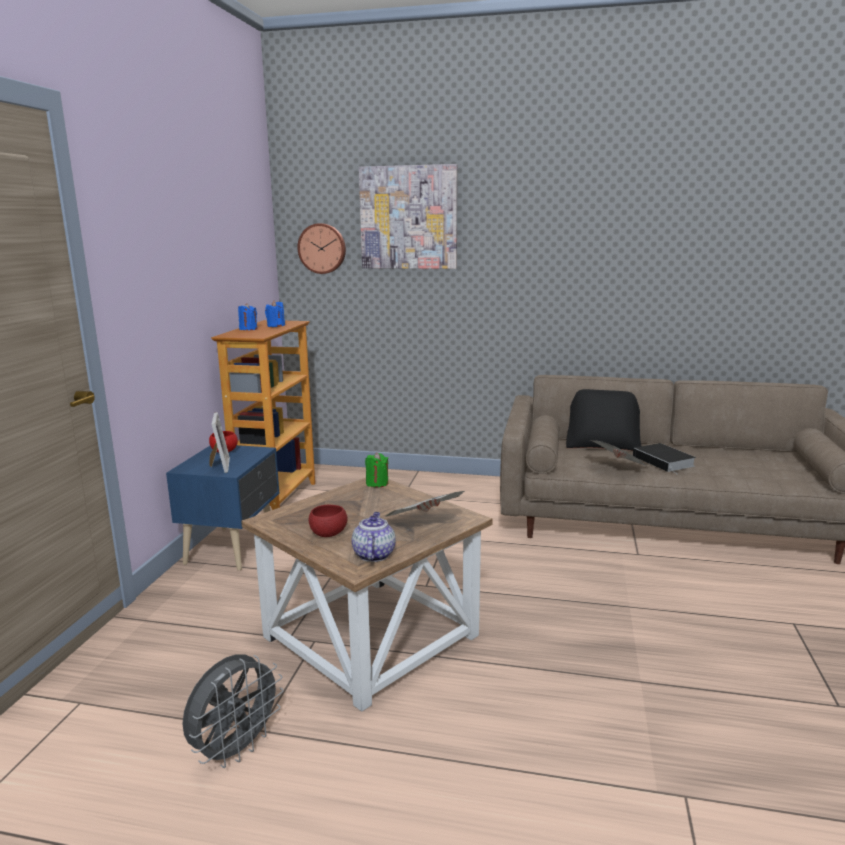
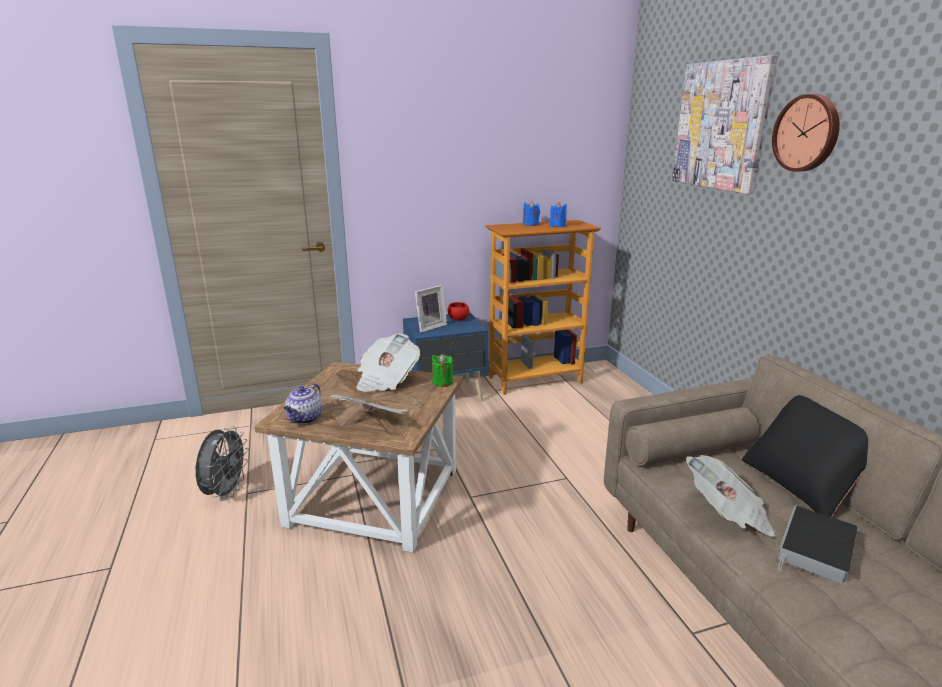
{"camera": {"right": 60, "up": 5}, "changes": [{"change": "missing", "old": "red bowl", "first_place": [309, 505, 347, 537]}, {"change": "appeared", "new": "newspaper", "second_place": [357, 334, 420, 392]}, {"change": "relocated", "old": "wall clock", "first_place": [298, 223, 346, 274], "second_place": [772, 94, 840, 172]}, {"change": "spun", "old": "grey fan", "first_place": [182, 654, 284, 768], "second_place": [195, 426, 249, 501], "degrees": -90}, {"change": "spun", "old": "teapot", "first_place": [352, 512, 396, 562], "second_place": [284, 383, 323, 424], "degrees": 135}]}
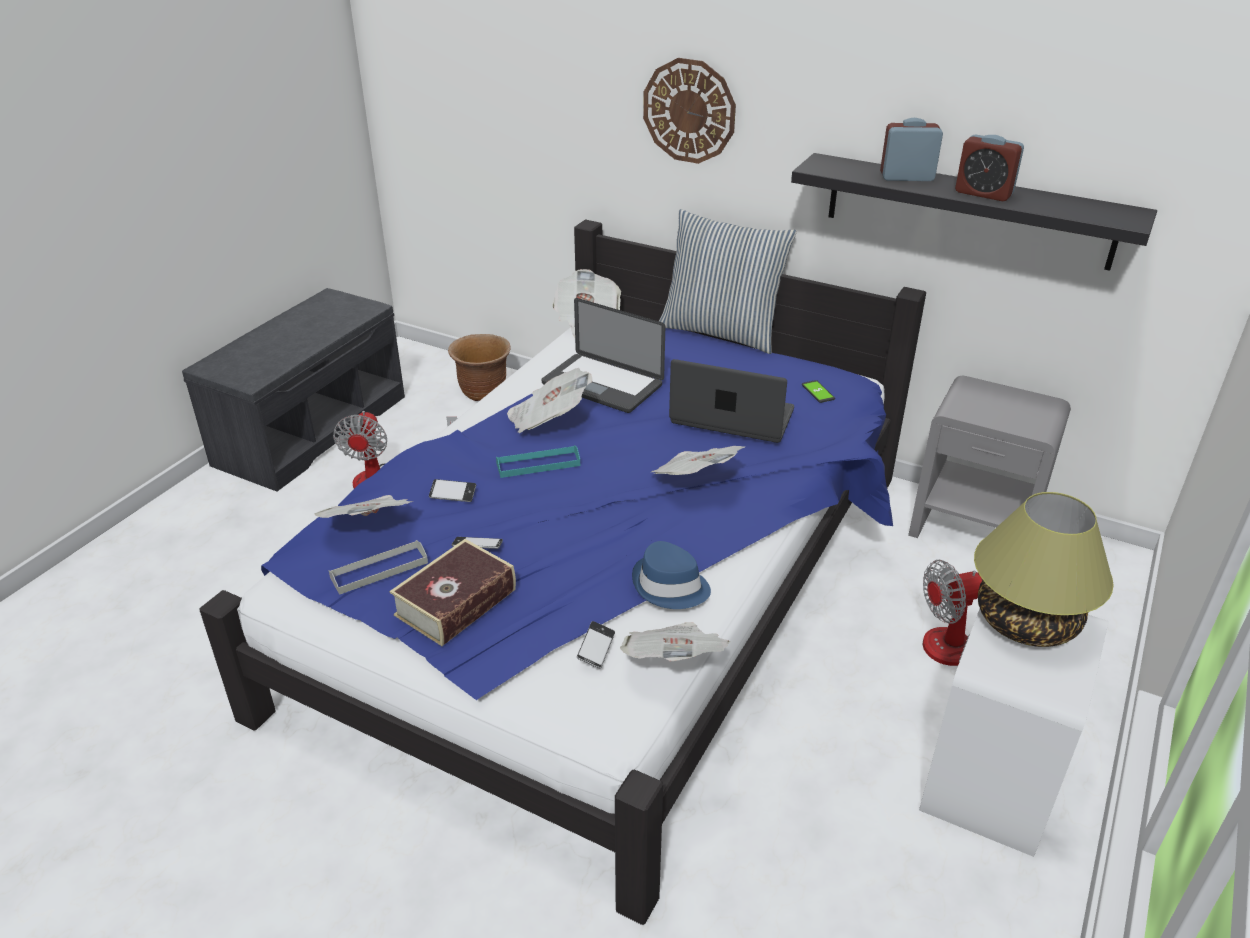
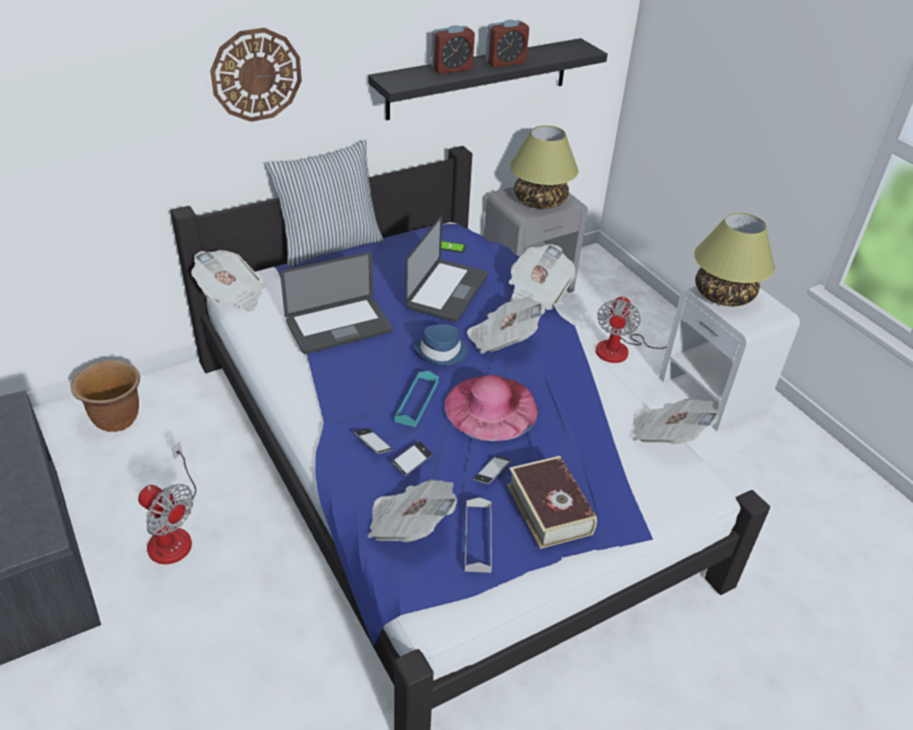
{"camera": {"right": -60, "up": 5}, "changes": [{"change": "appeared", "new": "pink hat", "second_place": [445, 375, 539, 441]}, {"change": "appeared", "new": "table lamp", "second_place": [510, 125, 578, 209]}, {"change": "relocated", "old": "newspaper", "first_place": [507, 368, 592, 433], "second_place": [509, 244, 576, 310]}, {"change": "relocated", "old": "phone", "first_place": [577, 621, 615, 669], "second_place": [354, 428, 392, 454]}, {"change": "relocated", "old": "blue hat", "first_place": [632, 541, 711, 609], "second_place": [415, 324, 468, 366]}, {"change": "spun", "old": "laptop", "first_place": [669, 359, 794, 443], "second_place": [405, 215, 488, 322], "degrees": 150}, {"change": "spun", "old": "alarm clock", "first_place": [880, 118, 943, 181], "second_place": [431, 25, 475, 74], "degrees": -150}]}
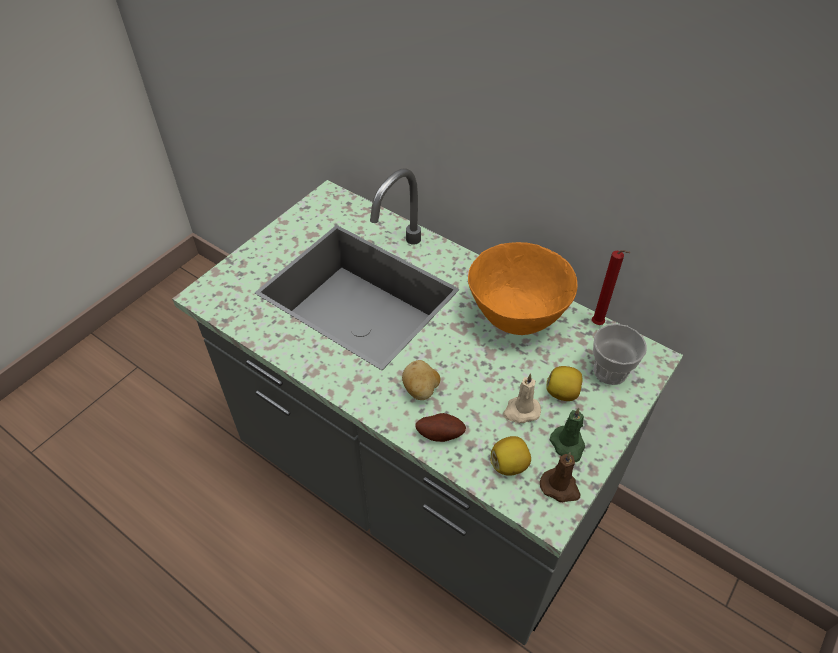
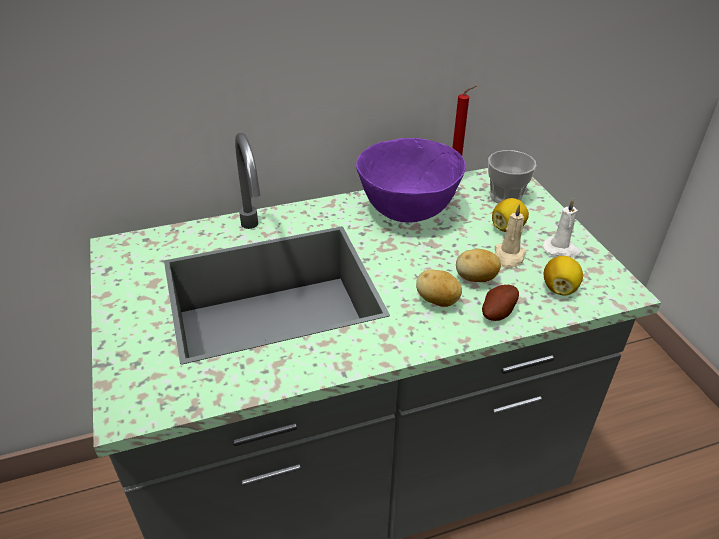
{"camera": {"right": -55, "up": -10}, "changes": [{"change": "missing", "old": "brown candle", "first_place": [540, 452, 580, 502]}, {"change": "appeared", "new": "potato", "second_place": [456, 249, 501, 282]}, {"change": "colour", "old": "orange bowl", "new": "purple bowl", "first_place": [468, 242, 577, 335], "second_place": [356, 138, 466, 222]}, {"change": "colour", "old": "green candle", "new": "white candle", "first_place": [550, 408, 585, 462], "second_place": [543, 198, 581, 257]}]}
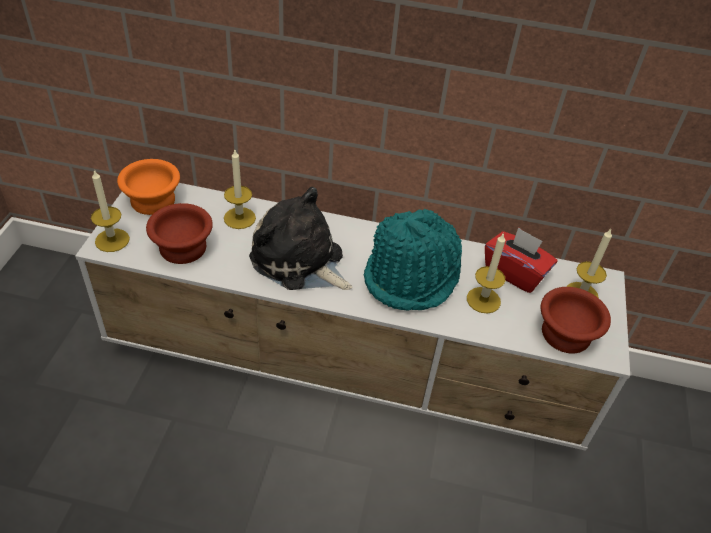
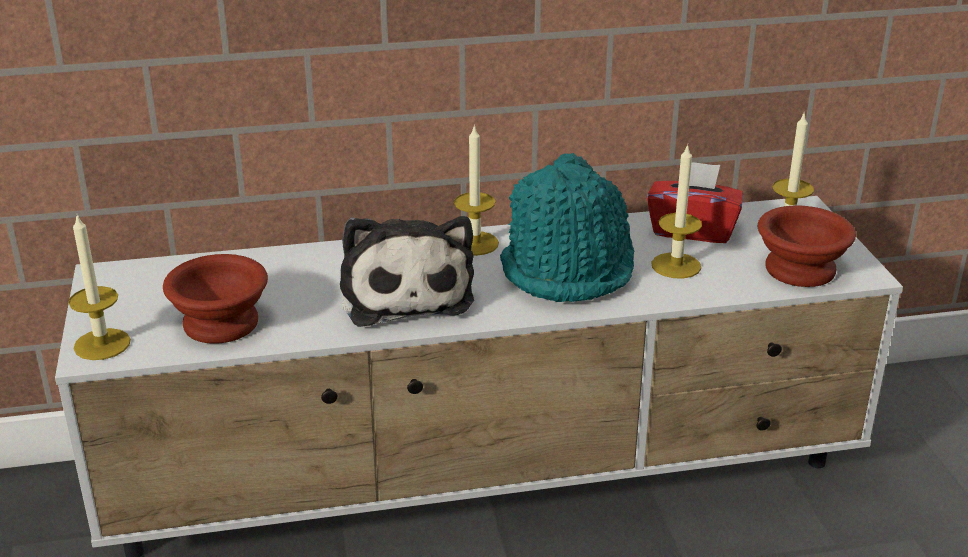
{"camera": {"right": -20, "up": -15}, "changes": [{"change": "missing", "old": "orange bowl", "first_place": [117, 159, 180, 215]}, {"change": "relocated", "old": "candle", "first_place": [224, 150, 256, 229], "second_place": [454, 124, 499, 256]}, {"change": "spun", "old": "plush toy", "first_place": [249, 187, 352, 290], "second_place": [340, 216, 474, 327], "degrees": -120}]}
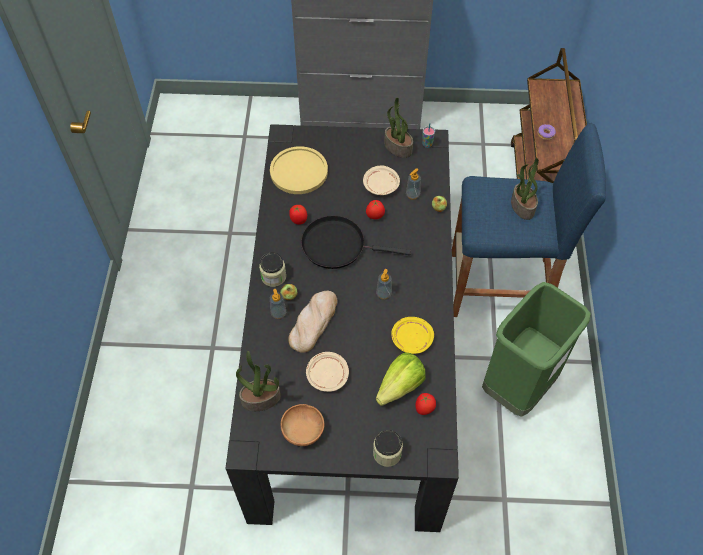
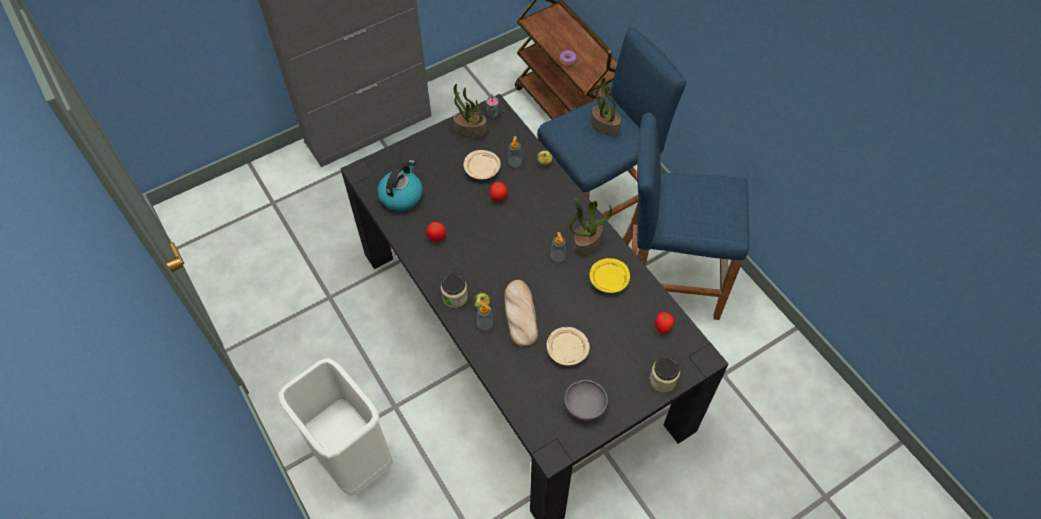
{"camera": {"right": -35, "up": 0}, "changes": [{"change": "missing", "old": "black frying pan", "first_place": [301, 215, 411, 269]}, {"change": "missing", "old": "lettuce", "first_place": [376, 352, 425, 406]}, {"change": "appeared", "new": "white trash can", "second_place": [278, 358, 393, 496]}, {"change": "relocated", "old": "potted plant", "first_place": [236, 351, 281, 411], "second_place": [569, 198, 612, 256]}, {"change": "exchanged", "old": "yellow plate", "new": "kettle", "first_place": [270, 146, 328, 194], "second_place": [377, 160, 423, 211]}, {"change": "exchanged", "old": "green trash can", "new": "blue stool", "first_place": [482, 282, 591, 417], "second_place": [623, 113, 749, 320]}, {"change": "colour", "old": "brown bowl", "new": "grey bowl", "first_place": [281, 404, 324, 446], "second_place": [564, 380, 608, 421]}]}
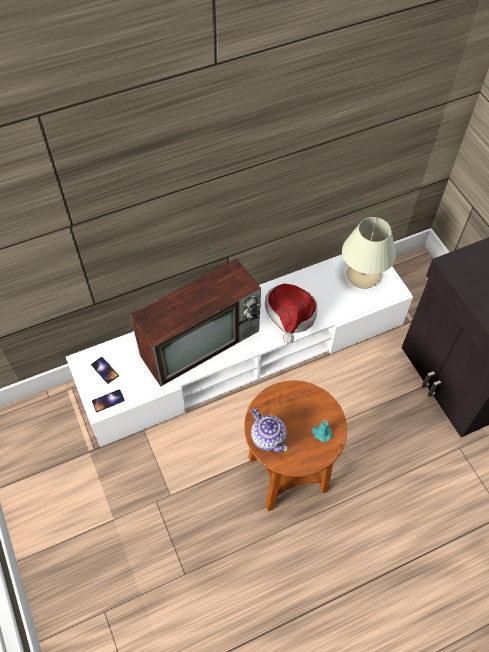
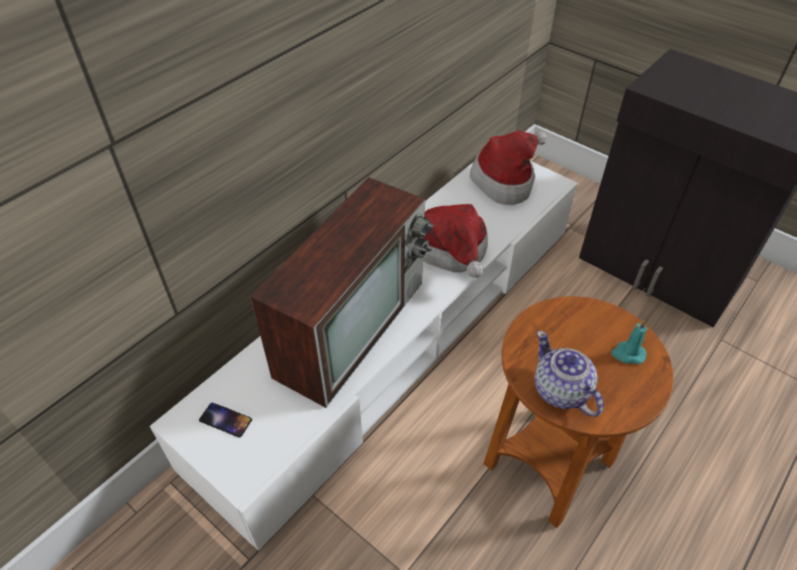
{"camera": {"right": -25, "up": -10}, "changes": [{"change": "missing", "old": "phone", "first_place": [92, 390, 124, 412]}, {"change": "exchanged", "old": "beige table lamp", "new": "hat", "first_place": [342, 217, 396, 289], "second_place": [470, 130, 547, 205]}, {"change": "spun", "old": "teapot", "first_place": [251, 408, 288, 453], "second_place": [534, 331, 604, 417], "degrees": -150}]}
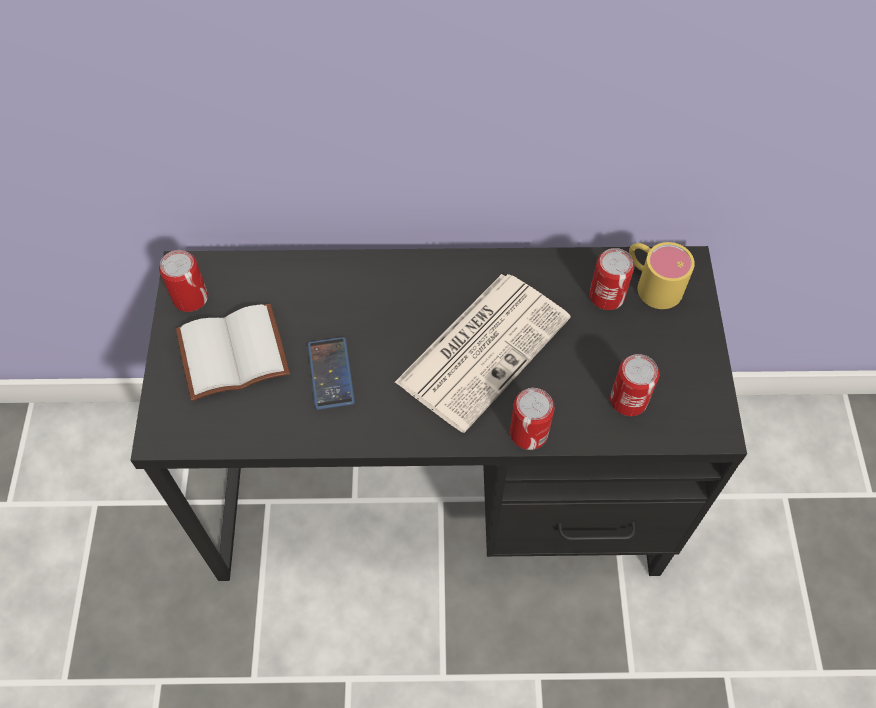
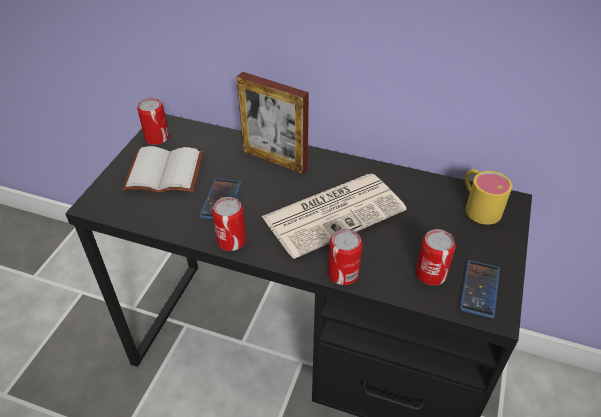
{"camera": {"right": 20, "up": -15}, "changes": [{"change": "appeared", "new": "picture frame", "second_place": [237, 72, 309, 174]}, {"change": "appeared", "new": "phone", "second_place": [460, 260, 500, 319]}, {"change": "relocated", "old": "can", "first_place": [589, 248, 634, 310], "second_place": [212, 197, 246, 251]}]}
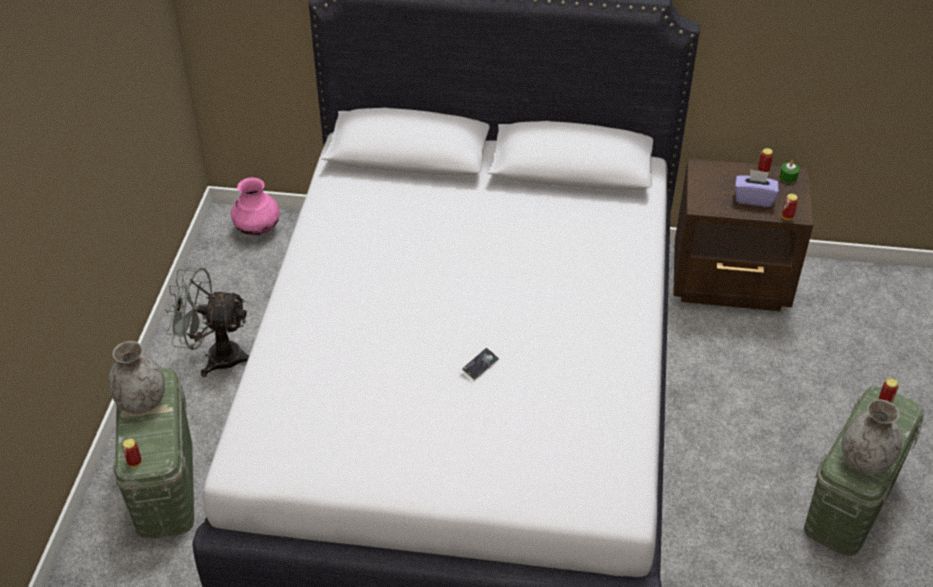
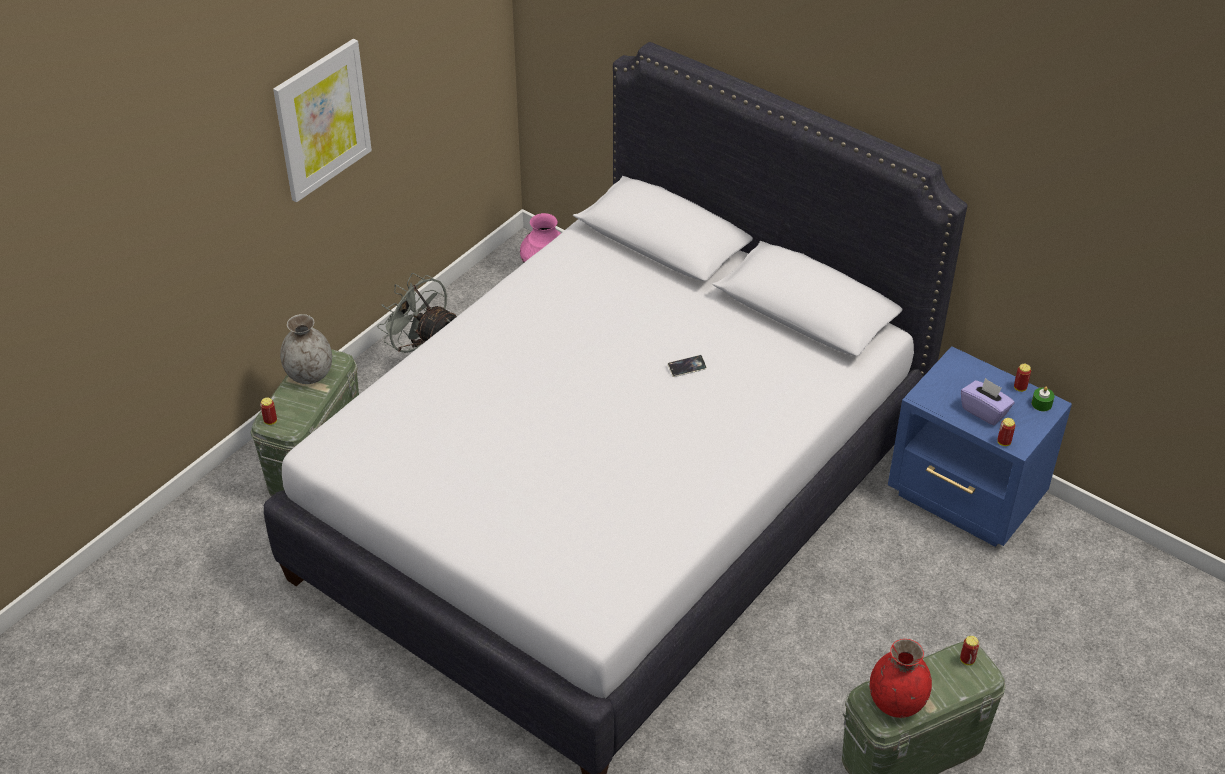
{"camera": {"right": 30, "up": 0}, "changes": [{"change": "appeared", "new": "picture", "second_place": [273, 39, 372, 202]}, {"change": "relocated", "old": "phone", "first_place": [462, 348, 499, 381], "second_place": [668, 355, 707, 377]}, {"change": "colour", "old": "brown nightstand", "new": "blue nightstand", "first_place": [673, 159, 813, 311], "second_place": [888, 346, 1072, 547]}, {"change": "colour", "old": "grey vase", "new": "red vase", "first_place": [842, 400, 902, 474], "second_place": [870, 639, 932, 718]}]}
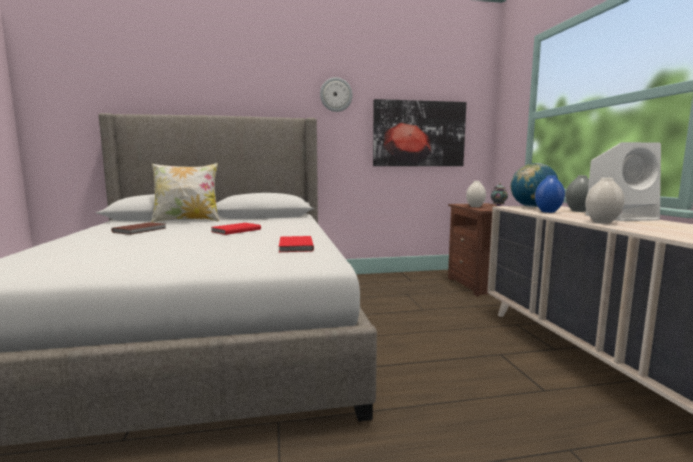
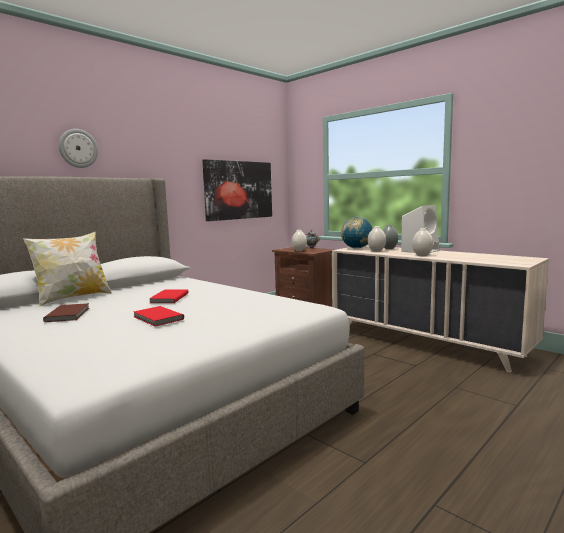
{"camera": {"right": -35, "up": 0}, "changes": [{"change": "relocated", "old": "red book", "first_place": [279, 236, 314, 252], "second_place": [134, 306, 184, 326]}, {"change": "relocated", "old": "wall clock", "first_place": [320, 77, 353, 112], "second_place": [59, 129, 98, 168]}, {"change": "colour", "old": "blue vase", "new": "white vase", "first_place": [535, 175, 565, 213], "second_place": [367, 226, 386, 252]}]}
